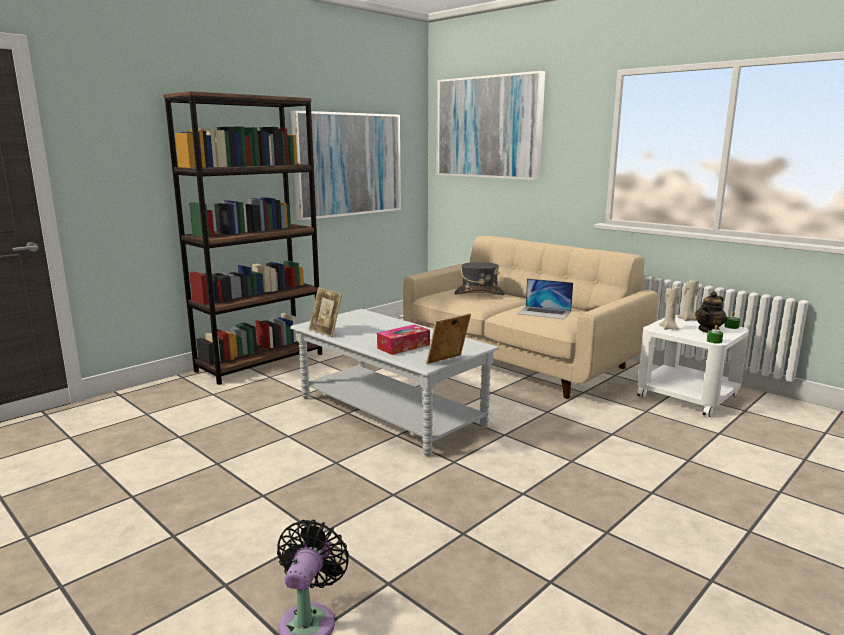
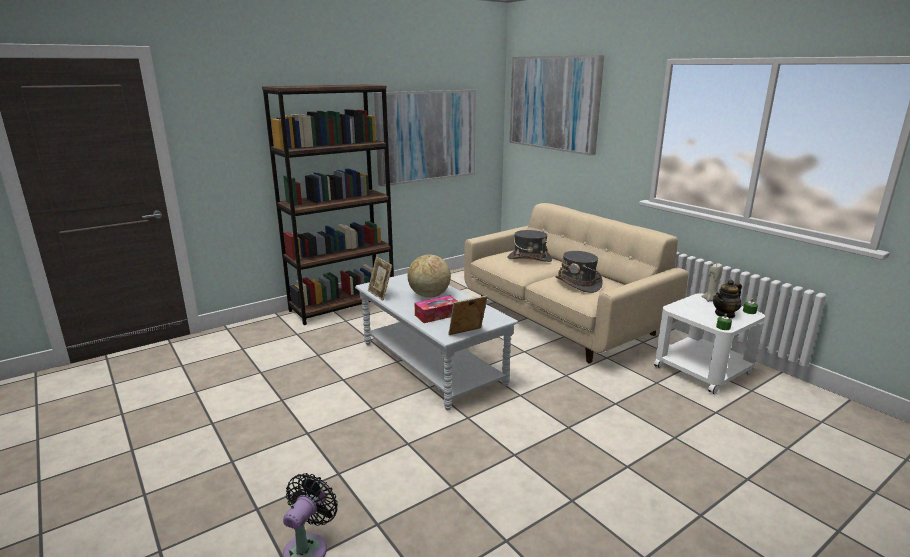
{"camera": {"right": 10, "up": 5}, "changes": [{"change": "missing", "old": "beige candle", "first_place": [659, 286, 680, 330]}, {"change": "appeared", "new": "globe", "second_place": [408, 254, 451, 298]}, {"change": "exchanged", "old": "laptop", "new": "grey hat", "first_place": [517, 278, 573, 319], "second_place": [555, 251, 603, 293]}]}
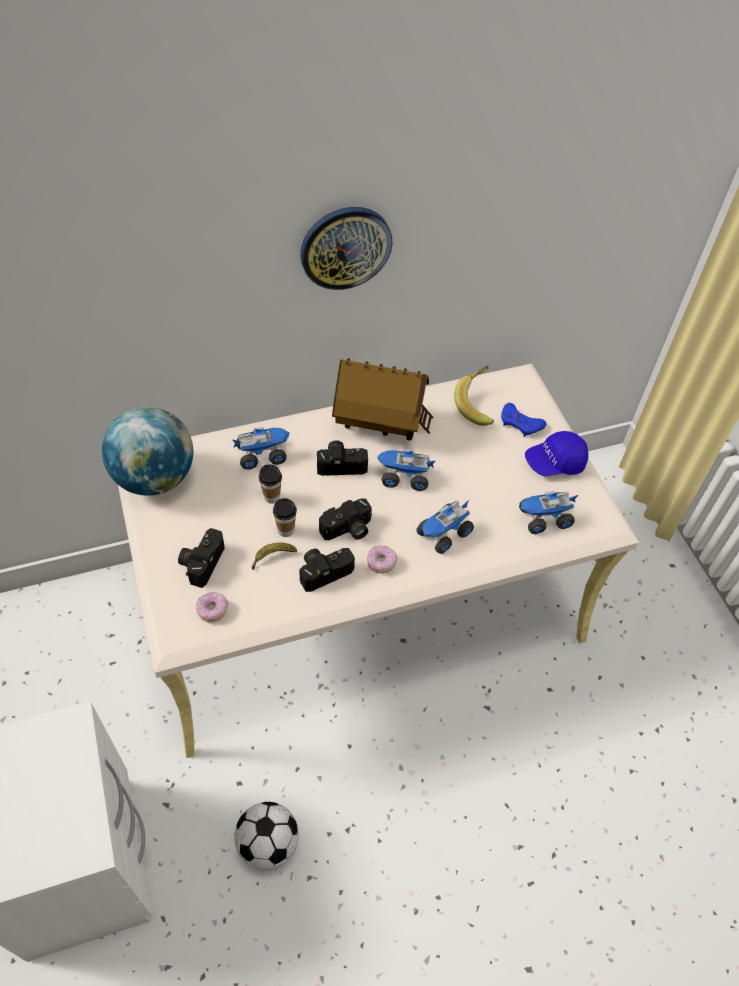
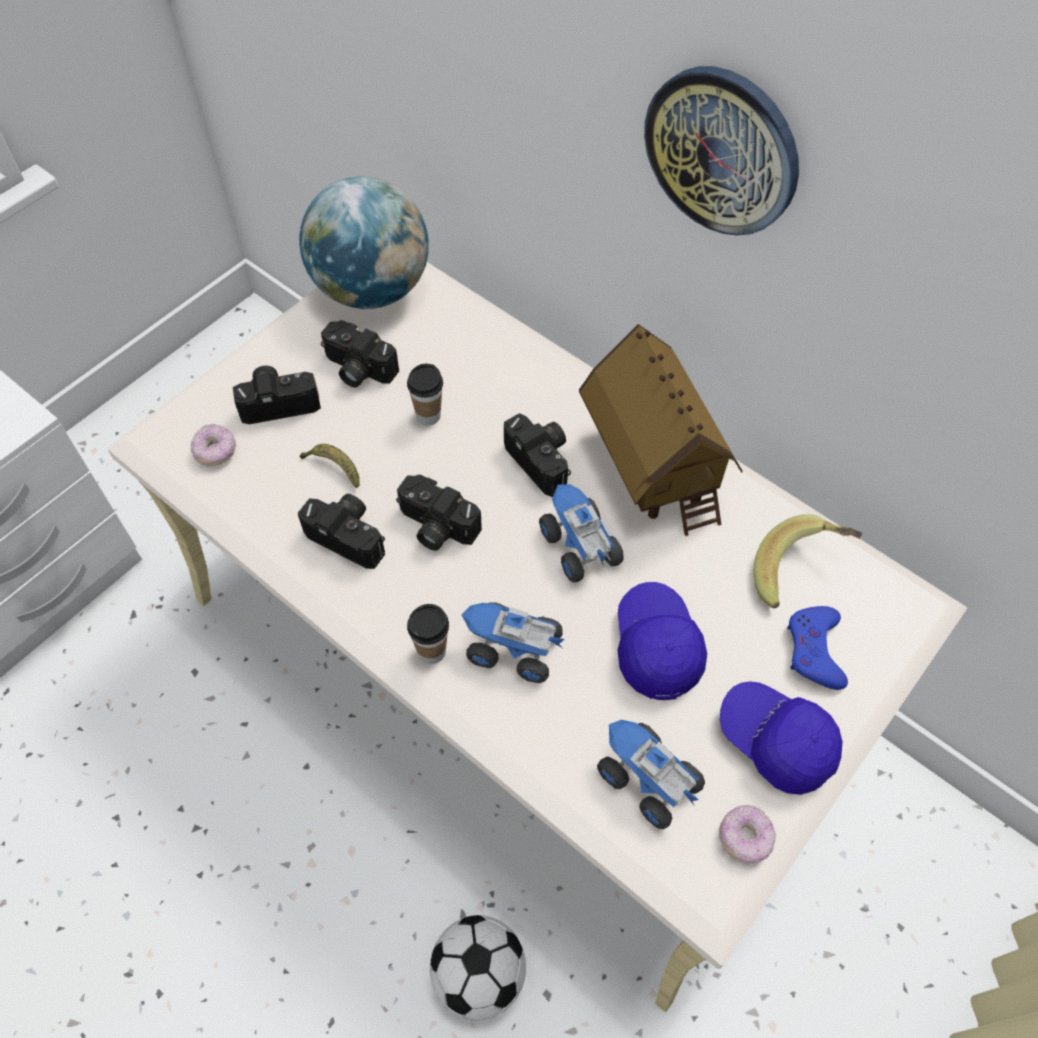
{"camera": {"right": 60, "up": 5}, "changes": [{"change": "missing", "old": "toy truck", "first_place": [233, 427, 290, 470]}, {"change": "appeared", "new": "photo camera", "second_place": [321, 320, 399, 387]}, {"change": "appeared", "new": "blue cap", "second_place": [617, 582, 707, 700]}, {"change": "relocated", "old": "football", "first_place": [234, 802, 299, 870], "second_place": [430, 915, 526, 1020]}, {"change": "relocated", "old": "cup", "first_place": [273, 498, 297, 537], "second_place": [407, 604, 449, 664]}, {"change": "relocated", "old": "donut", "first_place": [367, 545, 397, 574], "second_place": [719, 805, 776, 863]}]}
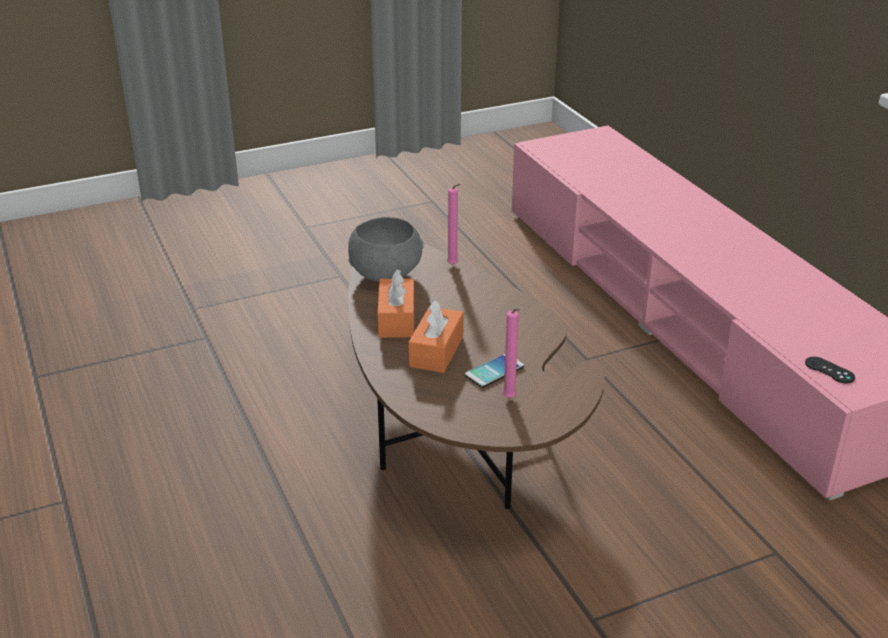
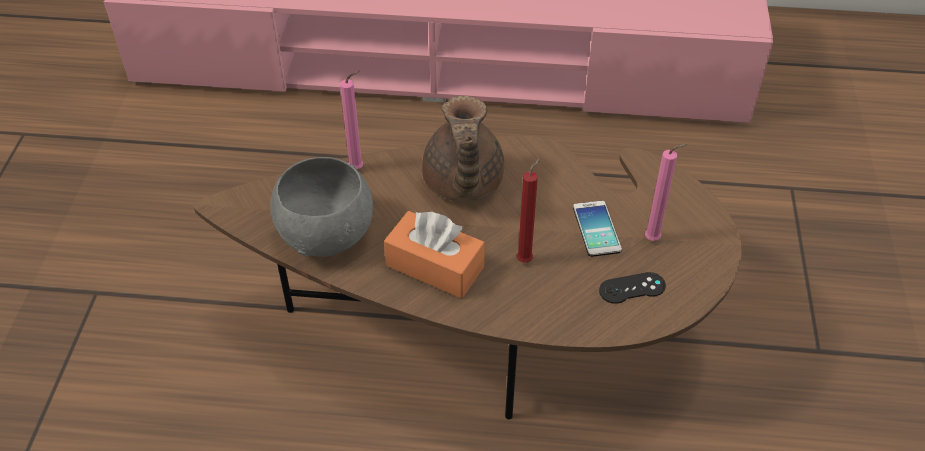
{"camera": {"right": -60, "up": 15}, "changes": [{"change": "appeared", "new": "brown teapot", "second_place": [422, 96, 504, 202]}, {"change": "relocated", "old": "black game controller", "first_place": [805, 357, 855, 384], "second_place": [599, 272, 666, 304]}, {"change": "exchanged", "old": "orange tissue box", "new": "red candle", "first_place": [408, 300, 464, 373], "second_place": [517, 158, 541, 263]}]}
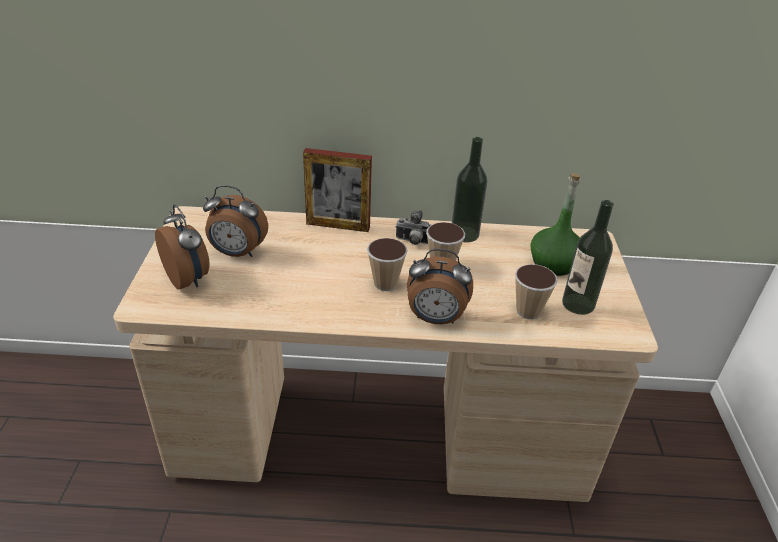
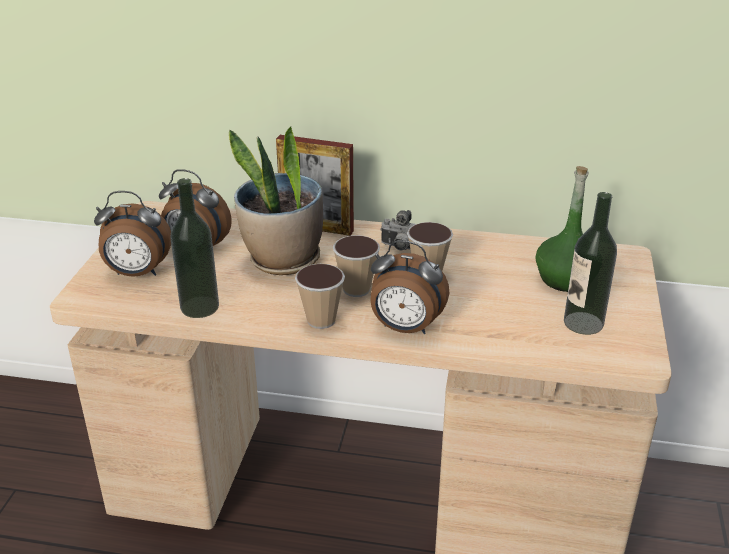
{"camera": {"right": 10, "up": -5}, "changes": [{"change": "appeared", "new": "potted plant", "second_place": [229, 127, 323, 275]}, {"change": "relocated", "old": "bottle", "first_place": [452, 137, 487, 242], "second_place": [170, 178, 219, 318]}, {"change": "relocated", "old": "cup", "first_place": [515, 264, 558, 319], "second_place": [295, 264, 345, 329]}, {"change": "spun", "old": "alarm clock", "first_place": [155, 205, 210, 290], "second_place": [94, 191, 171, 277], "degrees": 120}]}
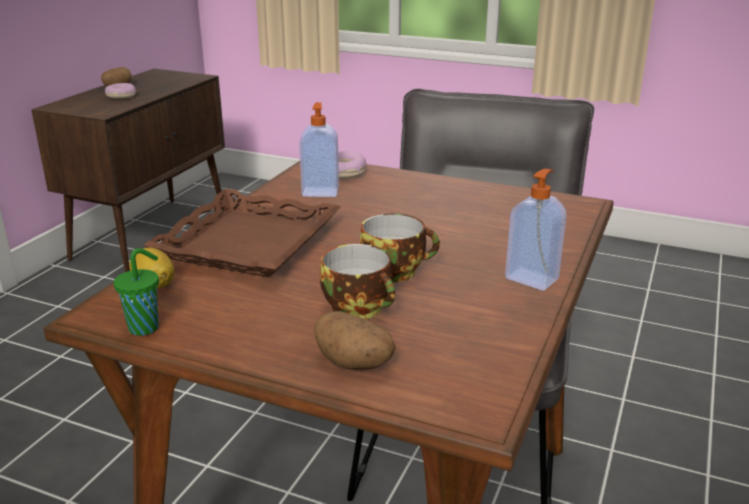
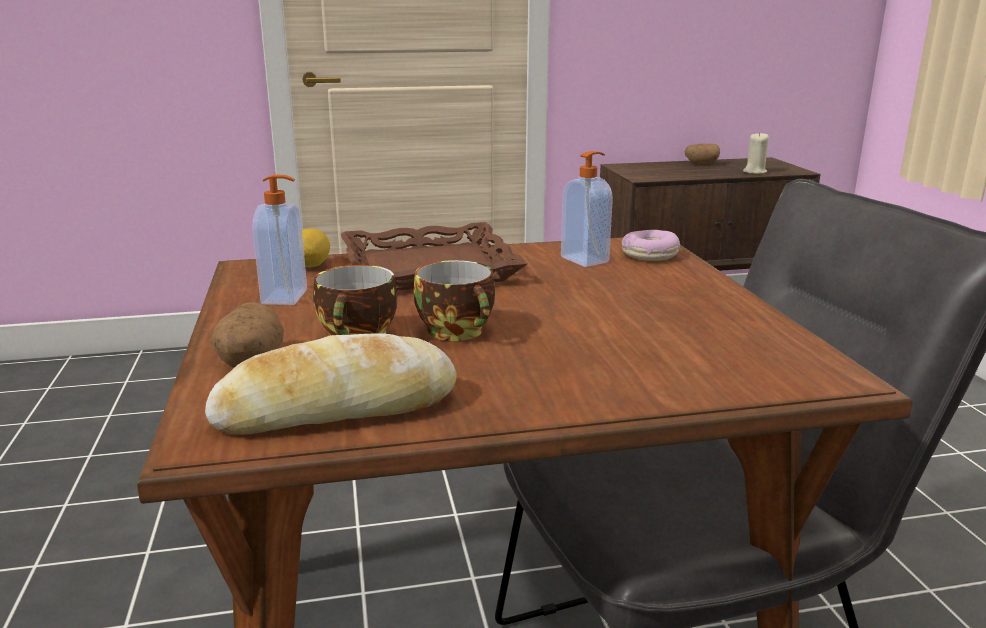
{"camera": {"right": 55, "up": -5}, "changes": [{"change": "missing", "old": "donut", "first_place": [105, 83, 136, 99]}, {"change": "missing", "old": "green cup", "first_place": [114, 248, 159, 336]}, {"change": "appeared", "new": "bread", "second_place": [205, 333, 457, 435]}, {"change": "appeared", "new": "beige candle", "second_place": [743, 132, 769, 174]}, {"change": "relocated", "old": "soap dispenser", "first_place": [505, 168, 566, 291], "second_place": [252, 174, 307, 305]}]}
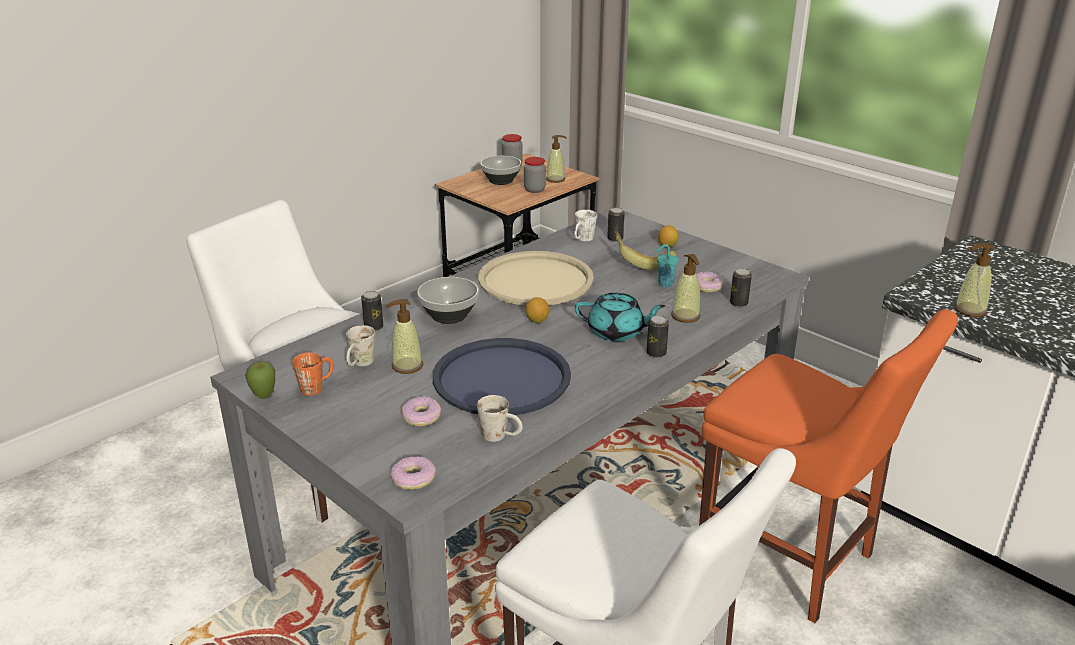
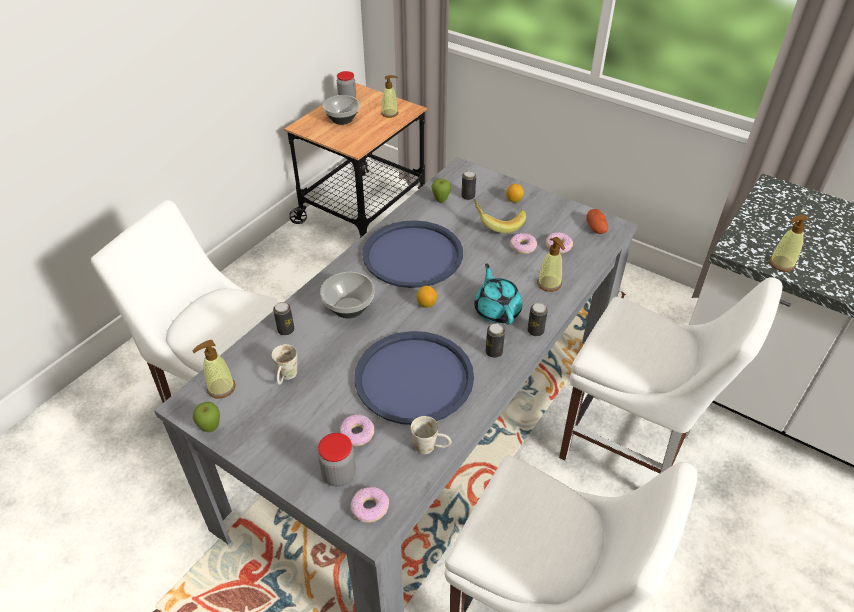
{"camera": {"right": -10, "up": 15}, "changes": [{"change": "missing", "old": "orange mug", "first_place": [292, 352, 334, 396]}, {"change": "appeared", "new": "potato", "second_place": [587, 209, 608, 234]}, {"change": "relocated", "old": "soap dispenser", "first_place": [386, 299, 423, 374], "second_place": [192, 340, 236, 398]}, {"change": "relocated", "old": "jar", "first_place": [524, 157, 546, 193], "second_place": [318, 433, 356, 487]}, {"change": "relocated", "old": "can", "first_place": [730, 268, 752, 307], "second_place": [485, 324, 505, 358]}, {"change": "exchanged", "old": "white mug", "new": "apple", "first_place": [574, 210, 597, 241], "second_place": [431, 179, 451, 203]}, {"change": "exchanged", "old": "turquoise cup", "new": "donut", "first_place": [656, 244, 679, 287], "second_place": [510, 233, 537, 254]}, {"change": "colour", "old": "beige tray", "new": "blue tray", "first_place": [478, 251, 594, 306], "second_place": [362, 220, 463, 288]}, {"change": "colour", "old": "orange chair", "new": "white chair", "first_place": [699, 309, 958, 623], "second_place": [559, 277, 783, 474]}, {"change": "spun", "old": "turquoise teapot", "first_place": [575, 292, 665, 342], "second_place": [474, 263, 522, 324], "degrees": -105}]}
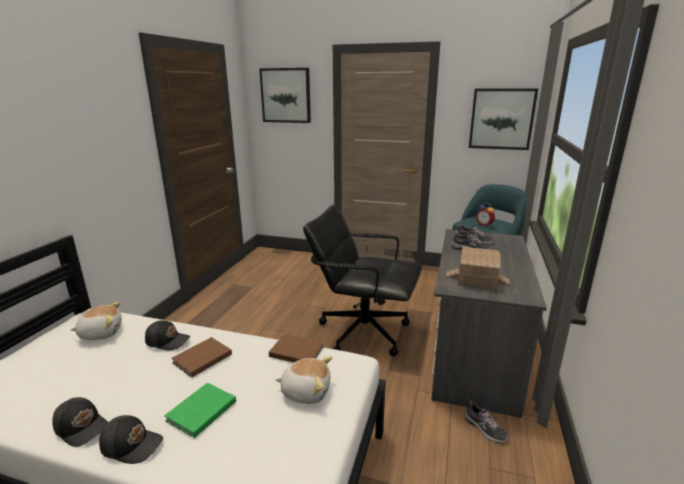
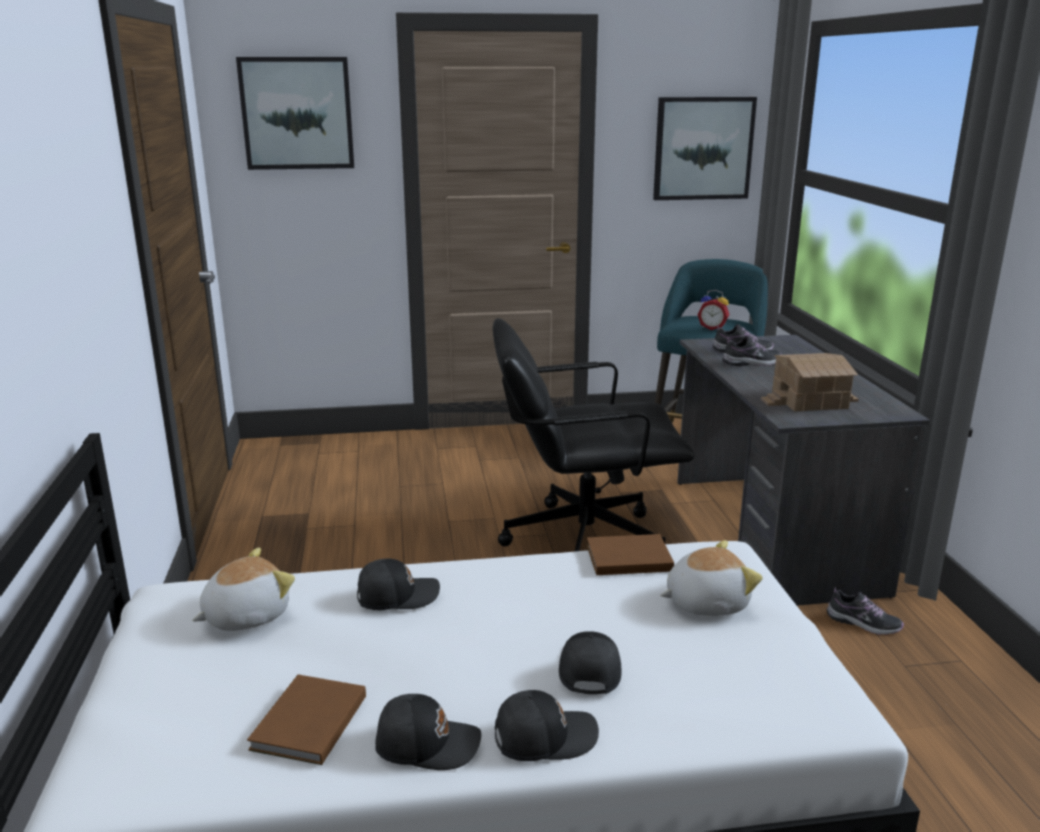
{"camera": {"right": -25, "up": 0}, "changes": [{"change": "relocated", "old": "brown book", "first_place": [171, 337, 232, 378], "second_place": [247, 674, 366, 765]}, {"change": "exchanged", "old": "green book", "new": "black cap", "first_place": [164, 383, 236, 438], "second_place": [559, 631, 622, 694]}]}
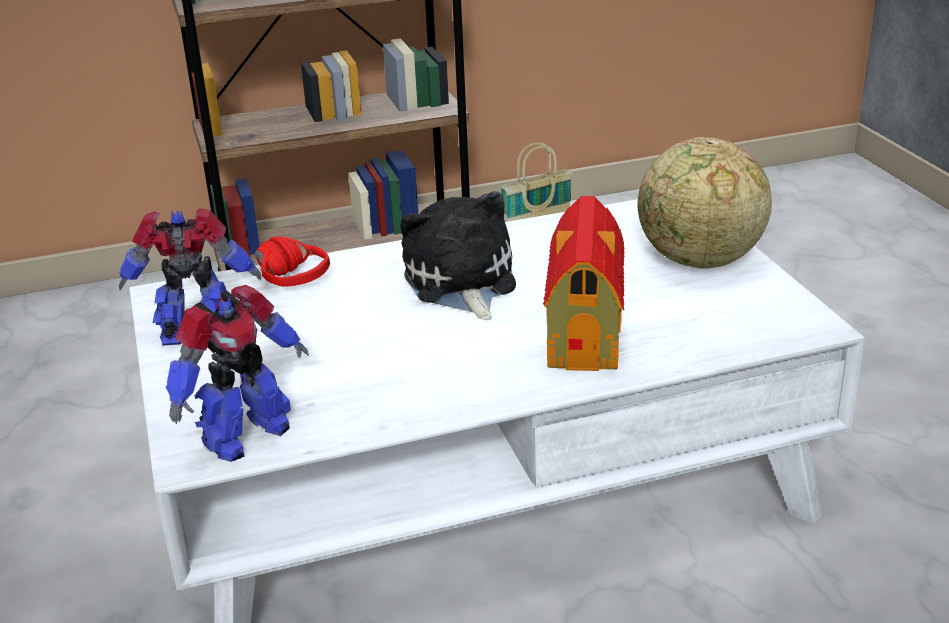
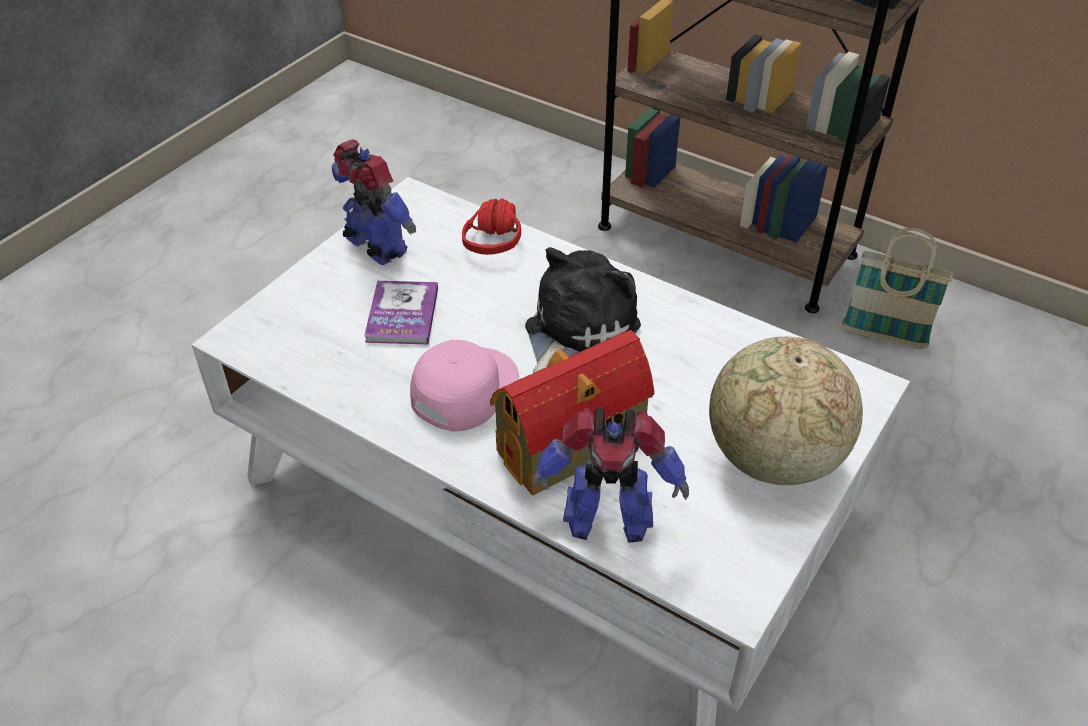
{"camera": {"right": 50, "up": 15}, "changes": [{"change": "appeared", "new": "book", "second_place": [364, 281, 438, 344]}, {"change": "appeared", "new": "pink cap", "second_place": [410, 340, 519, 432]}, {"change": "relocated", "old": "toy robot", "first_place": [166, 285, 309, 462], "second_place": [532, 408, 689, 543]}]}
